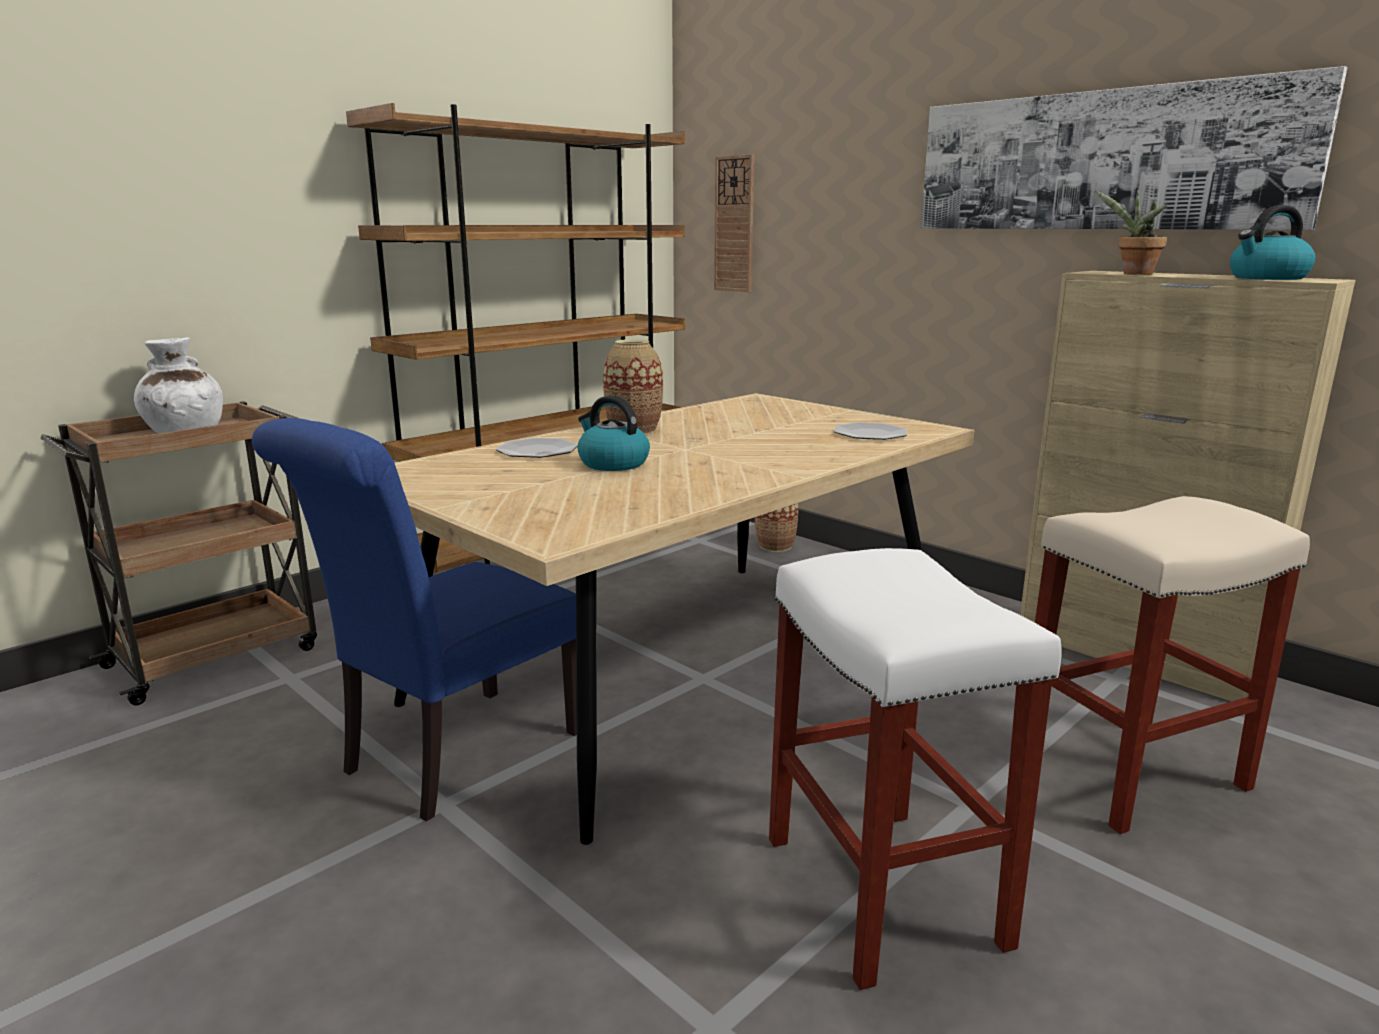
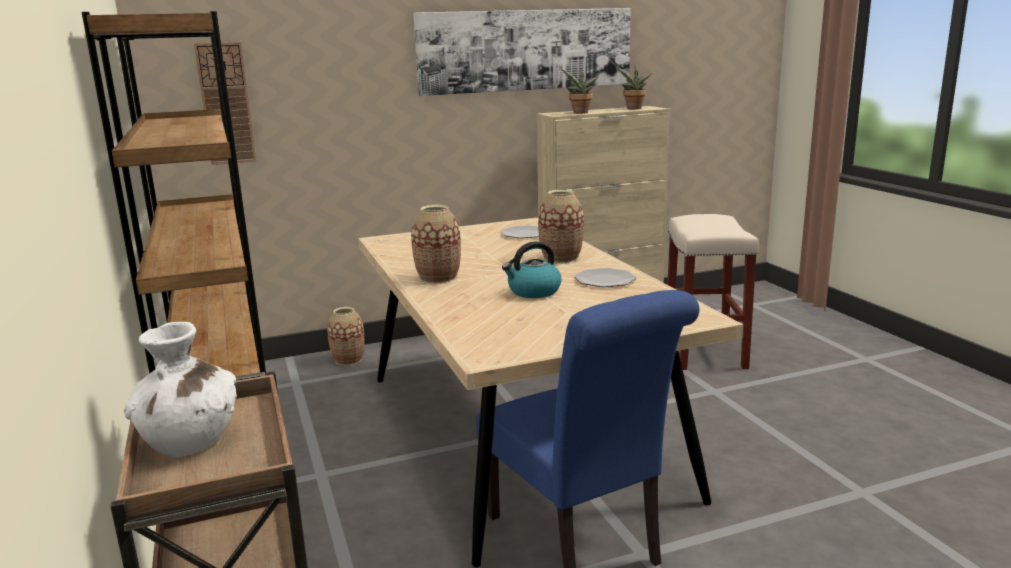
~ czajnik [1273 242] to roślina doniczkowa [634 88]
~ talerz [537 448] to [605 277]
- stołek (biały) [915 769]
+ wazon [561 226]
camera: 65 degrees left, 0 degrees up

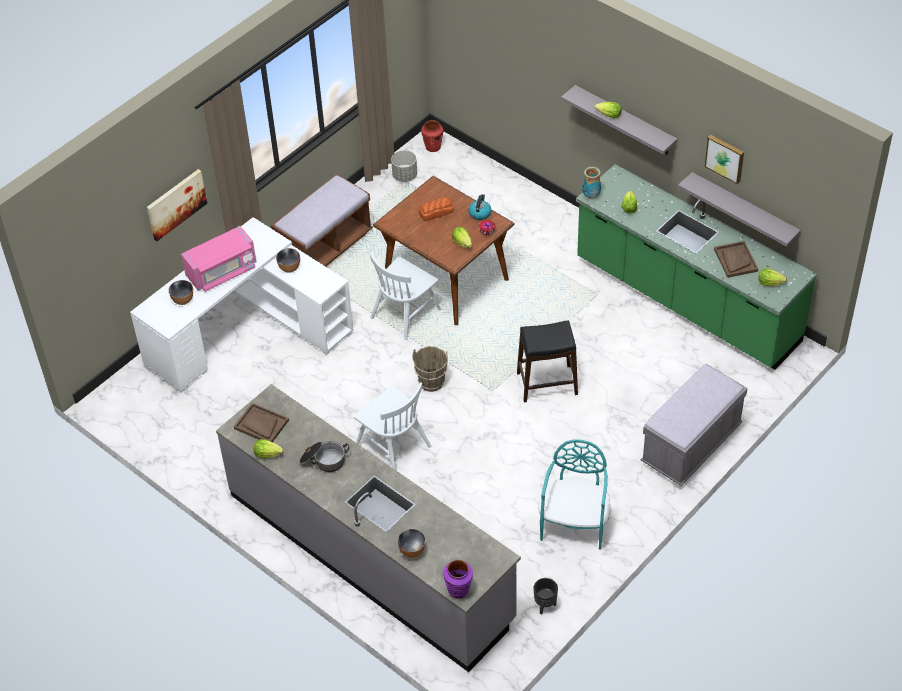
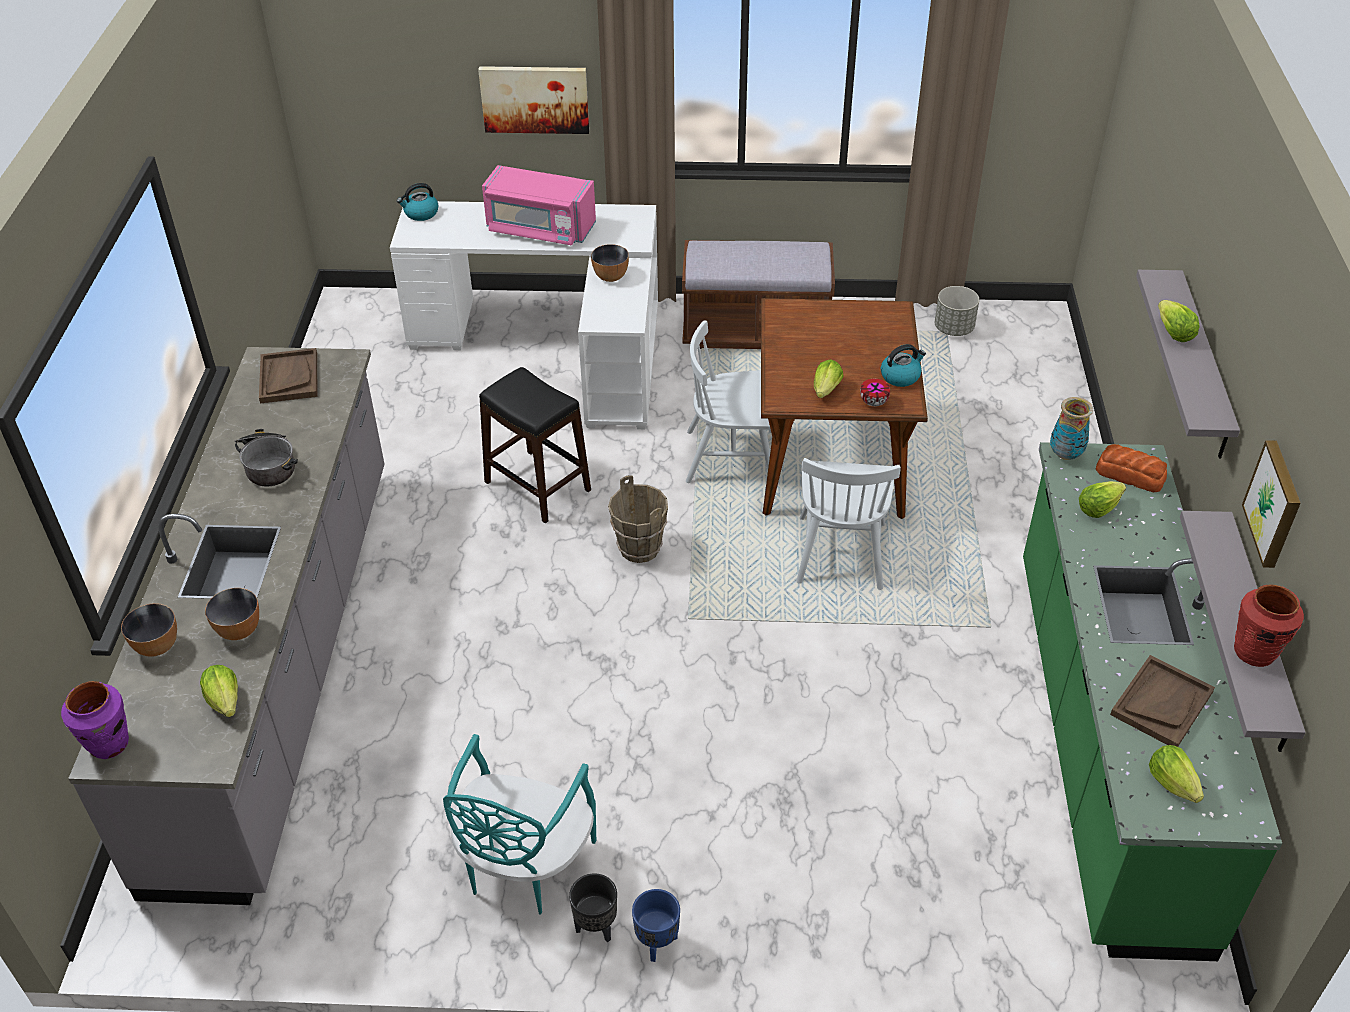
~ wazon (czerwony) [432 136] to [1269 626]
~ chleb [436 209] to [1131 468]
~ miska [181 292] to [232 614]
~ stołek (czarny) [547 362] to [535 445]
- ławka (szary) [694 425]
~ krzesło (biały) [392 426] to [848 524]
~ sałata [269 448] to [219 691]
~ krzesło (turkusowy) [574 494] = [519 824] 135 degrees clockwise
~ donica (czarny) [546 596] to [593 908]
+ czajnik [418 202]
+ donica (niebieski) [656 925]
camera: 50 degrees right, 5 degrees down

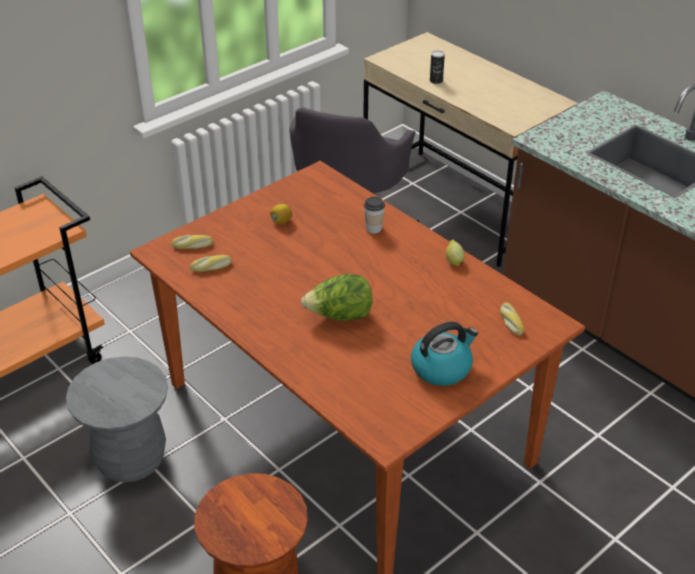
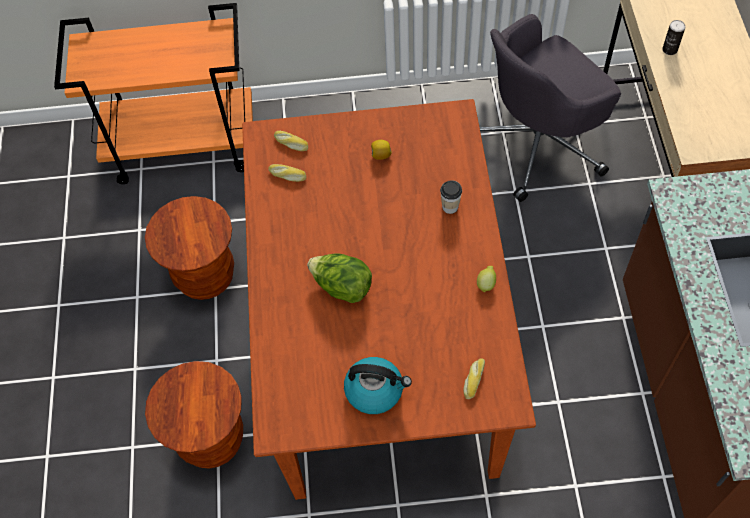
~ stołek (szary) [117 419] to stołek (brązowy) [189 248]
camera: 40 degrees right, 20 degrees up

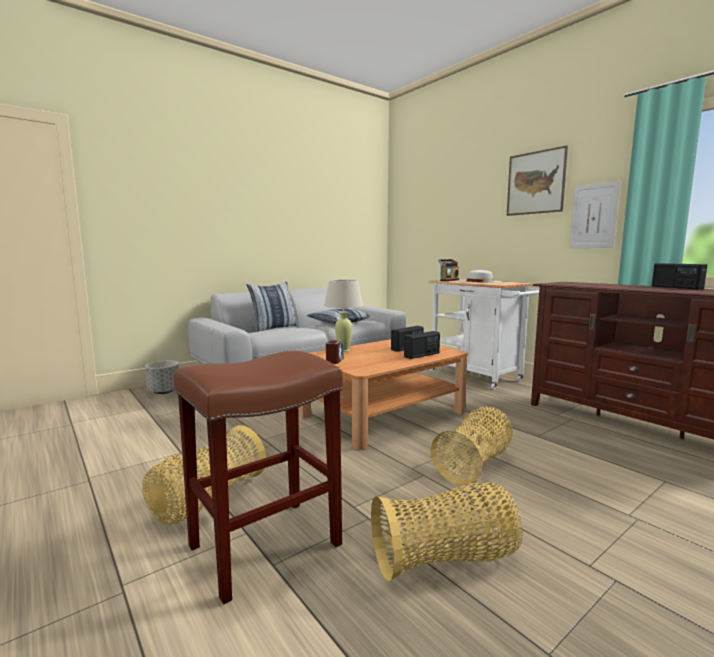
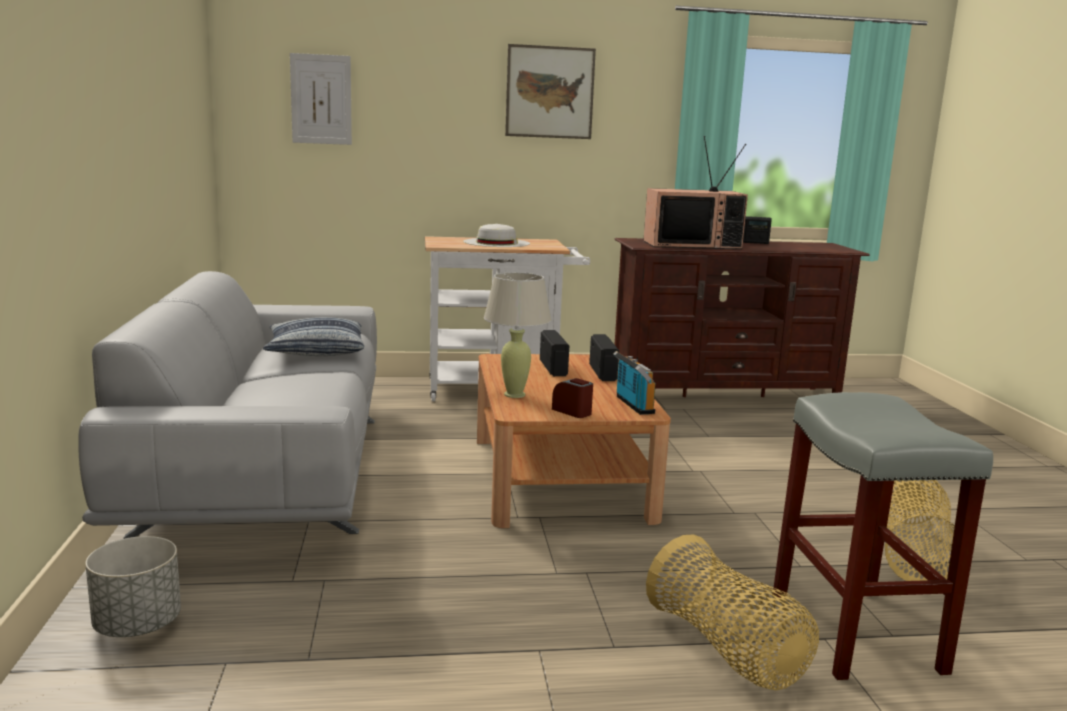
~ obraz [595 214] to [321 99]
~ radio [448 270] to [634 383]
- poduszka [271 307]
~ stołek (brązowy) [258 477] to stołek (szary) [883 536]
- koszyk [472 446]
+ telewizor [696 192]
camera: 60 degrees left, 5 degrees up

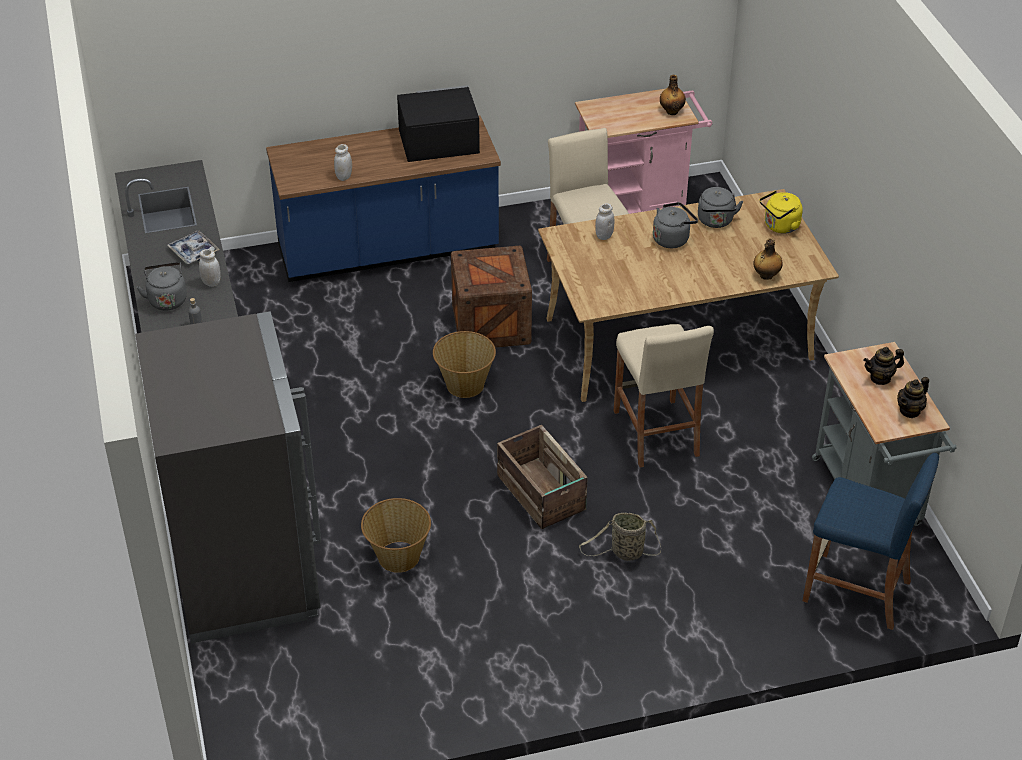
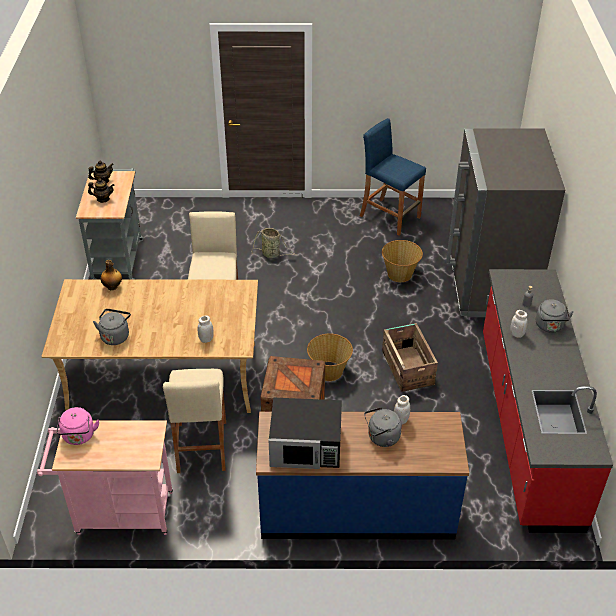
~ butelka [673 95] to czajnik (różowy) [78 426]
- czajnik (żółty) [781 212]
~ czajnik (szary) [675 225] to [383 427]
- taca [193 247]
~ skrzynka [542 477] to [410 357]
~ stołek (niebieski) [871 541] to [393 176]
camera: 165 degrees left, 0 degrees up

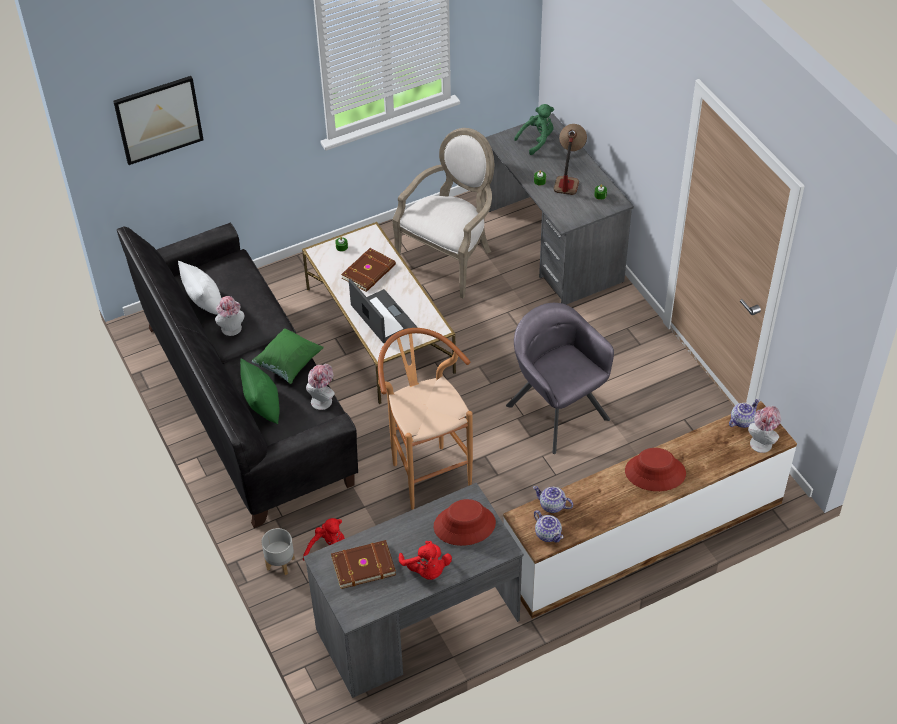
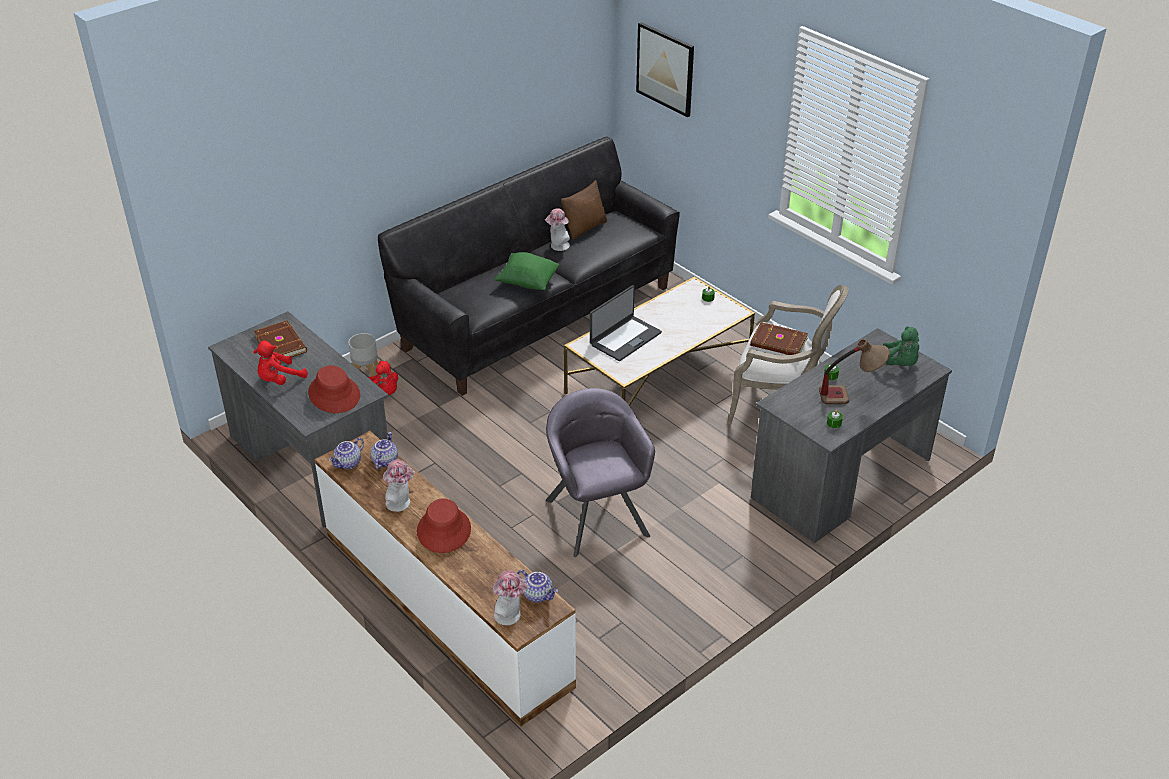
~ książka (brązowy) [368 270] to [779 338]
~ poduszka (biały) [199 288] to poduszka (brązowy) [584 209]
~ fotel (szary) [560 378] = [600 472] 60 degrees counterclockwise
- stołek (brązowy) [425 419]
- poduszka (zielony) [260 391]
~ kapelusz [320 387] to [399 485]
camera: 75 degrees right, 10 degrees down

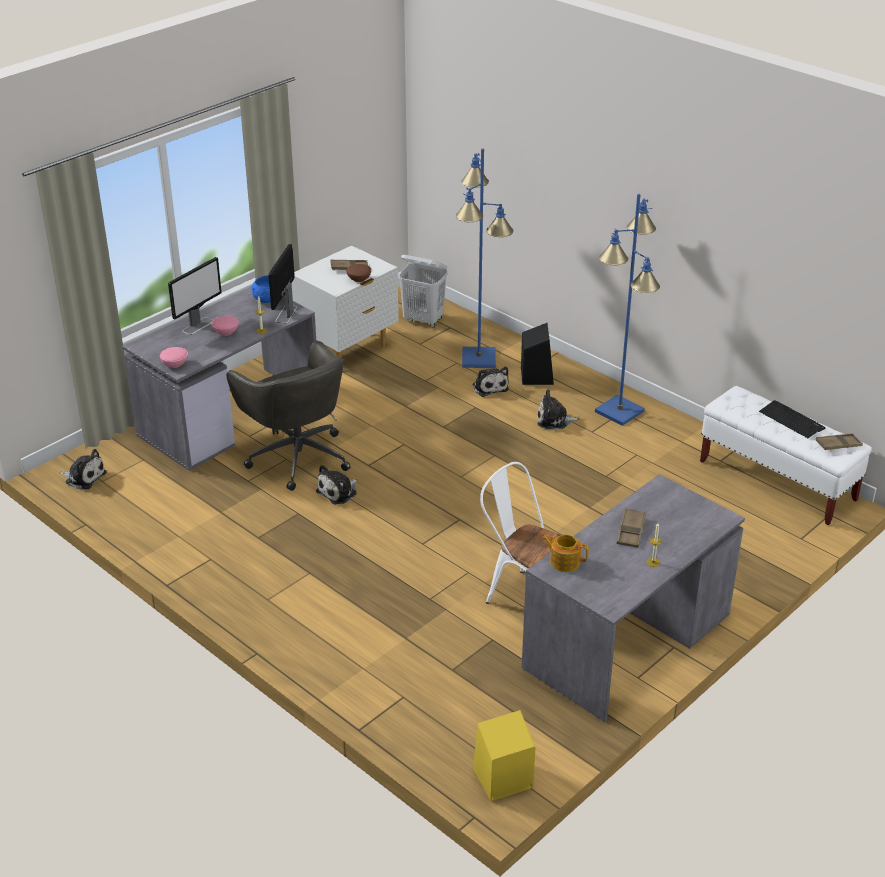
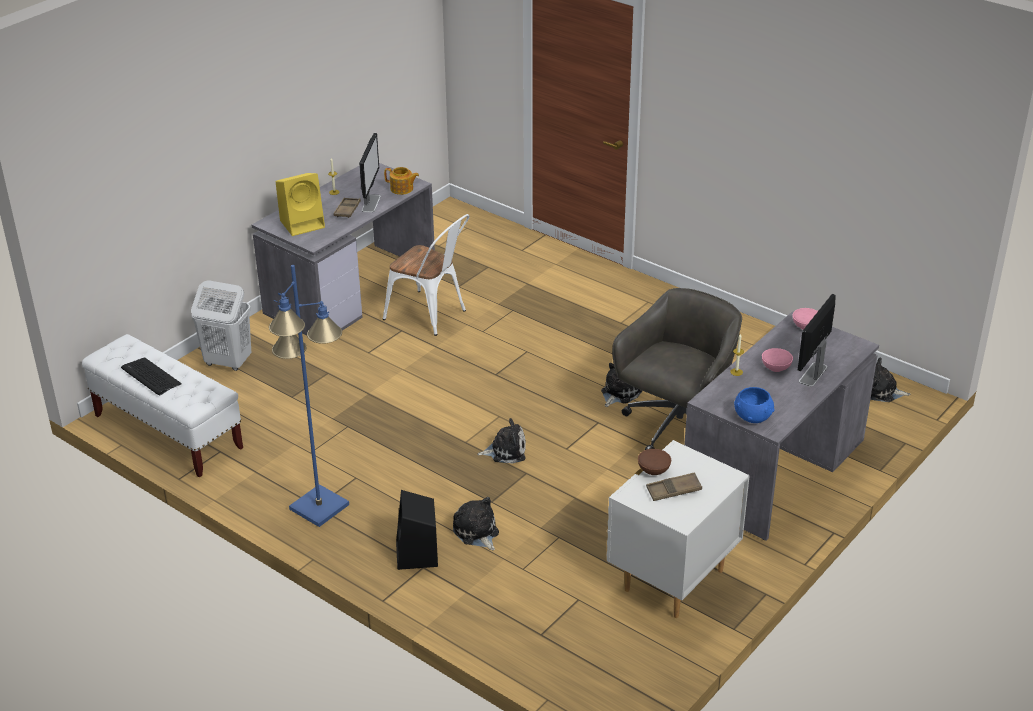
- lampa stojąca (niebieski) [485 258]
~ monitor [282 284] to [370 173]
~ kosz na pranie (biały) [423 291] to [221 325]
~ krzesło biurowe (szary) [289 416] = [677 369] 75 degrees clockwise
~ pluszak [558 409] to [501 441]
- taca (brązowy) [839 441]
~ głośnik (żółty) [504 755] to [300 204]
camera: 175 degrees right, 0 degrees up

